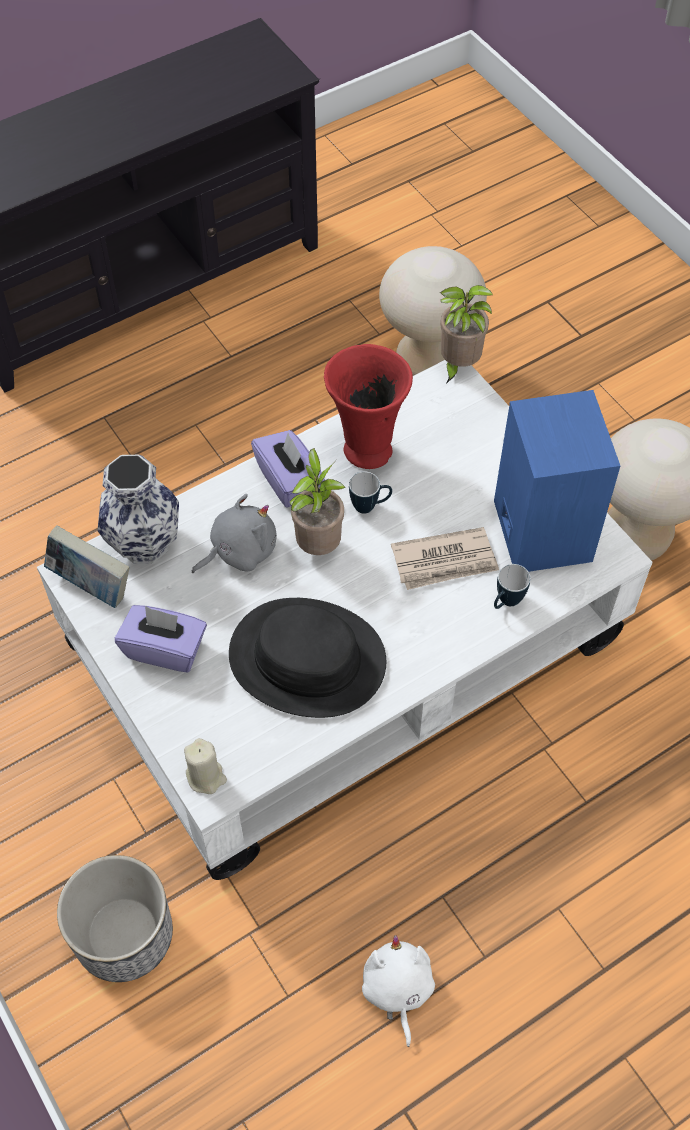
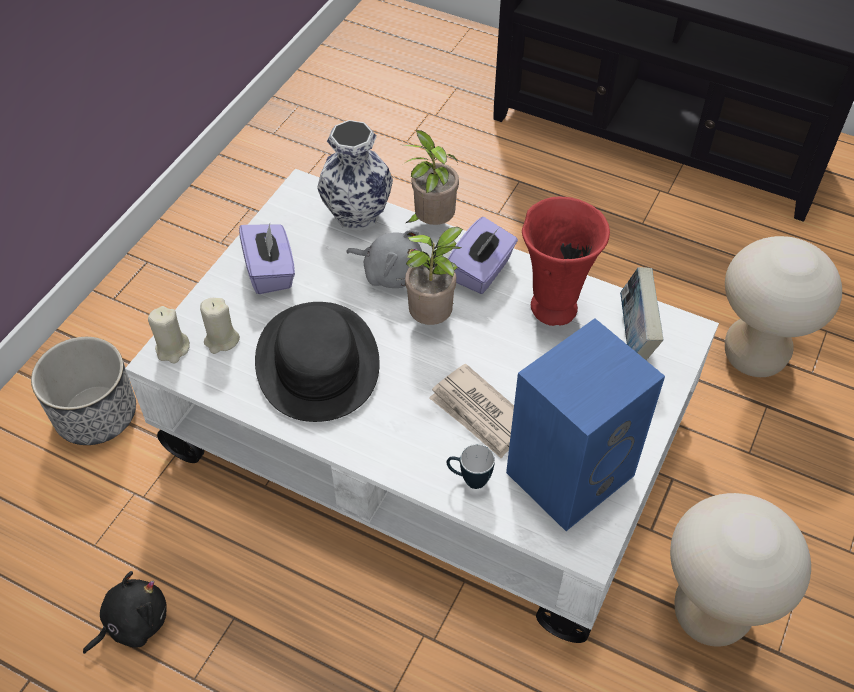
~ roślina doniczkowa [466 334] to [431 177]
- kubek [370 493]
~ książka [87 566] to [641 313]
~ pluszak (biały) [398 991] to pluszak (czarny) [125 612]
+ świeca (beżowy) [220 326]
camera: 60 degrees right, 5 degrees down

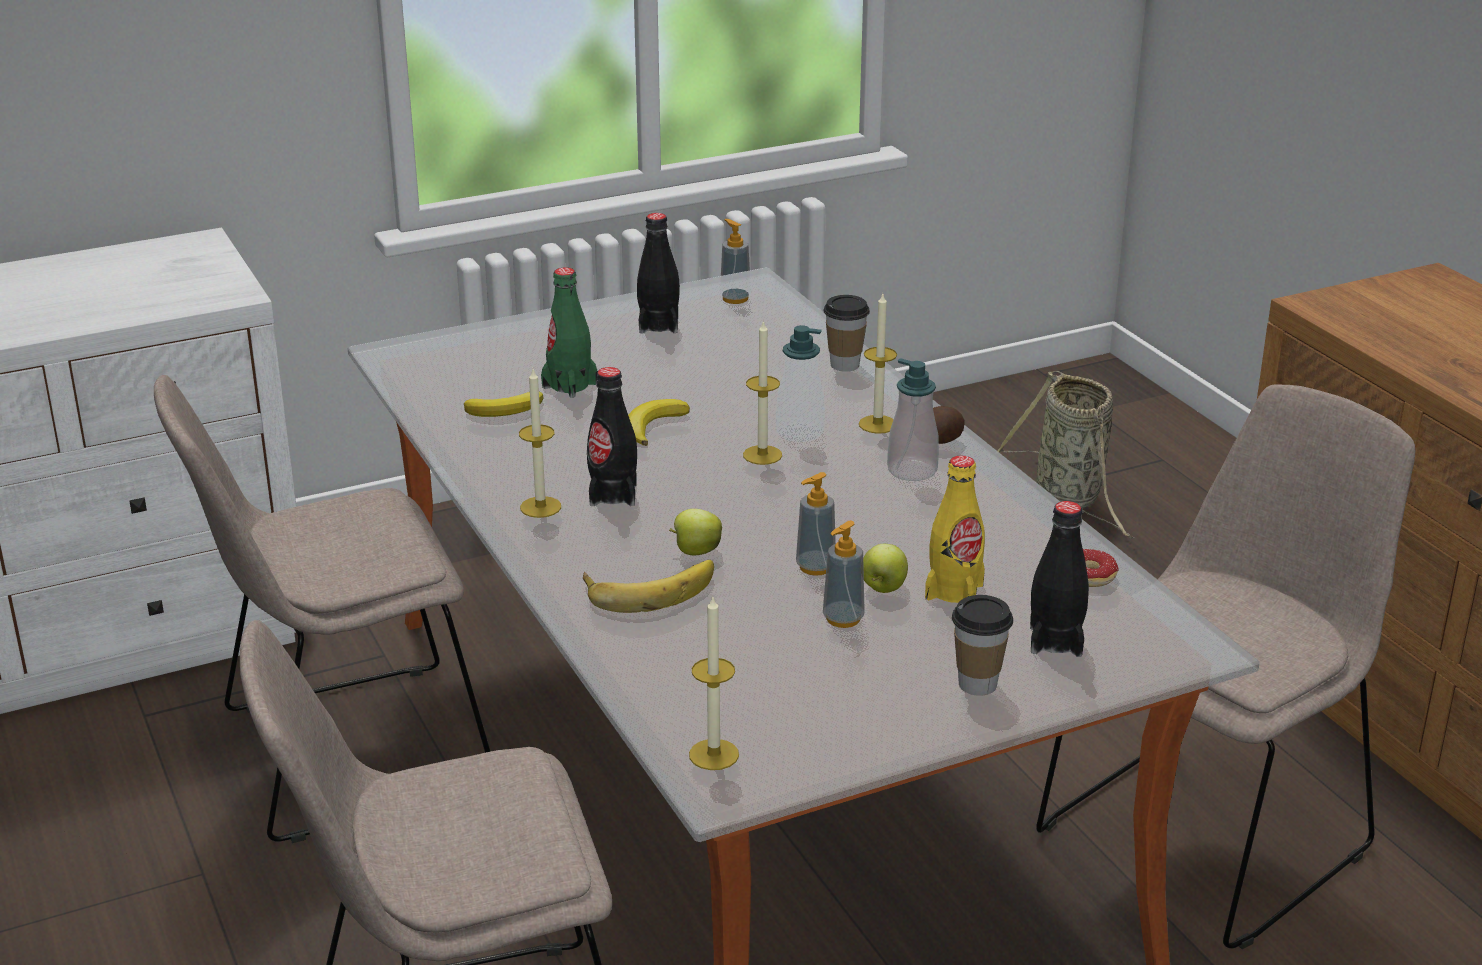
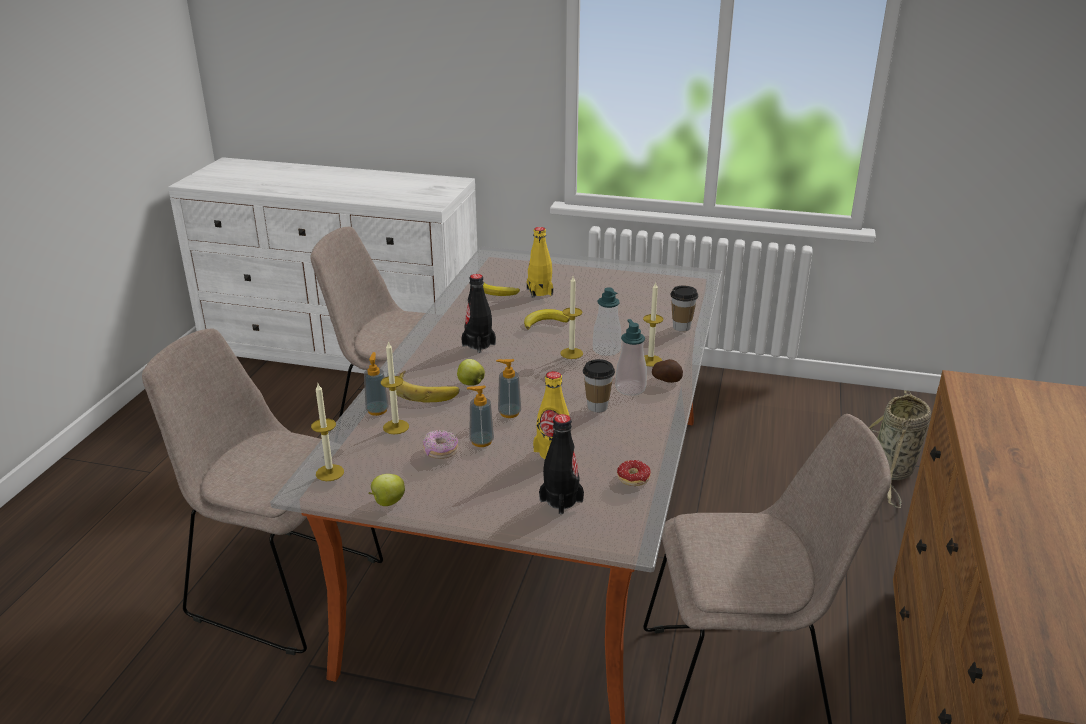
- butelka (czarny) [658 273]
~ dozownik mydła [735 261] to [376 384]
~ butelka (zielony) [569 332] to butelka (żółty) [540 262]
~ świeca [540 443] to [395 387]
~ jabłko [885 568] to [387 490]
~ filiżanka [982 645] to [599 385]
+ donut [440 444]
camera: 40 degrees right, 0 degrees up

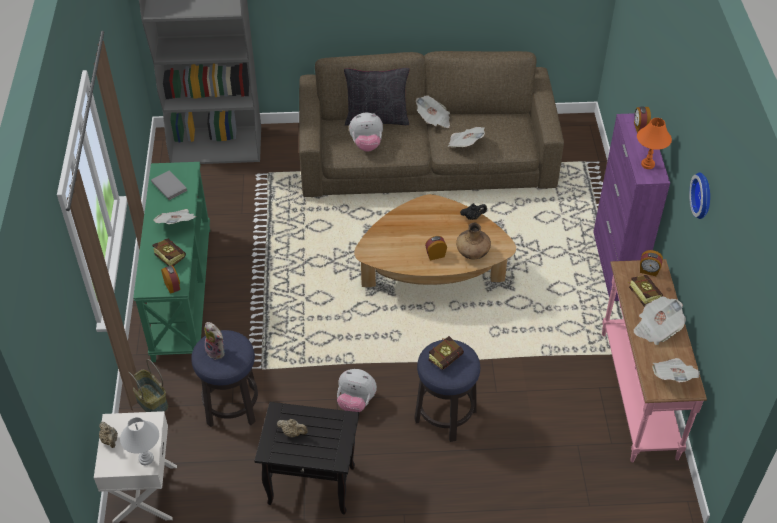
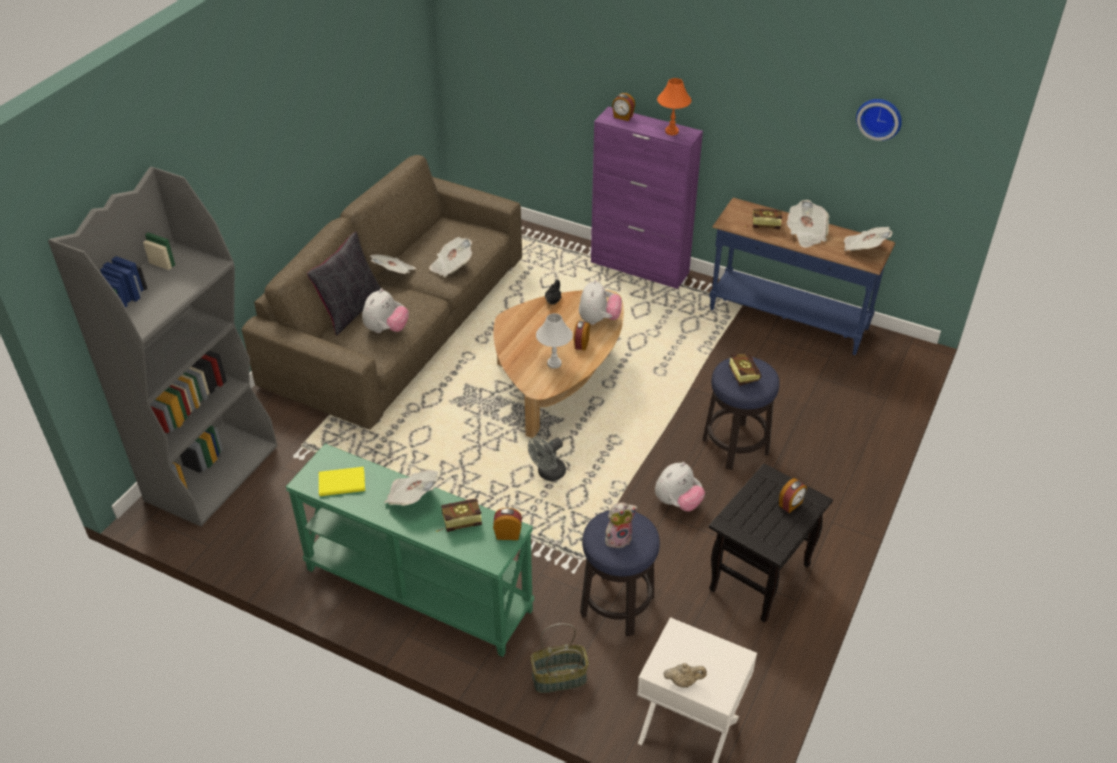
~ książka (szary) [169 185] to książka (żółty) [342 481]
~ zegar ścienny [699 195] to [879 120]
~ wazon (brązowy) [473 241] to pluszak [600 302]
~ budzik [651 263] to [793 495]
~ stolik konsolowy (różowy) [654 360] to stolik konsolowy (niebieski) [802 276]
~ lampa stołowa (biały) [139 441] to [554 341]
- imbryk (beżowy) [292 428]
+ wentylator (szary) [547 459]
camera: 60 degrees left, 5 degrees down

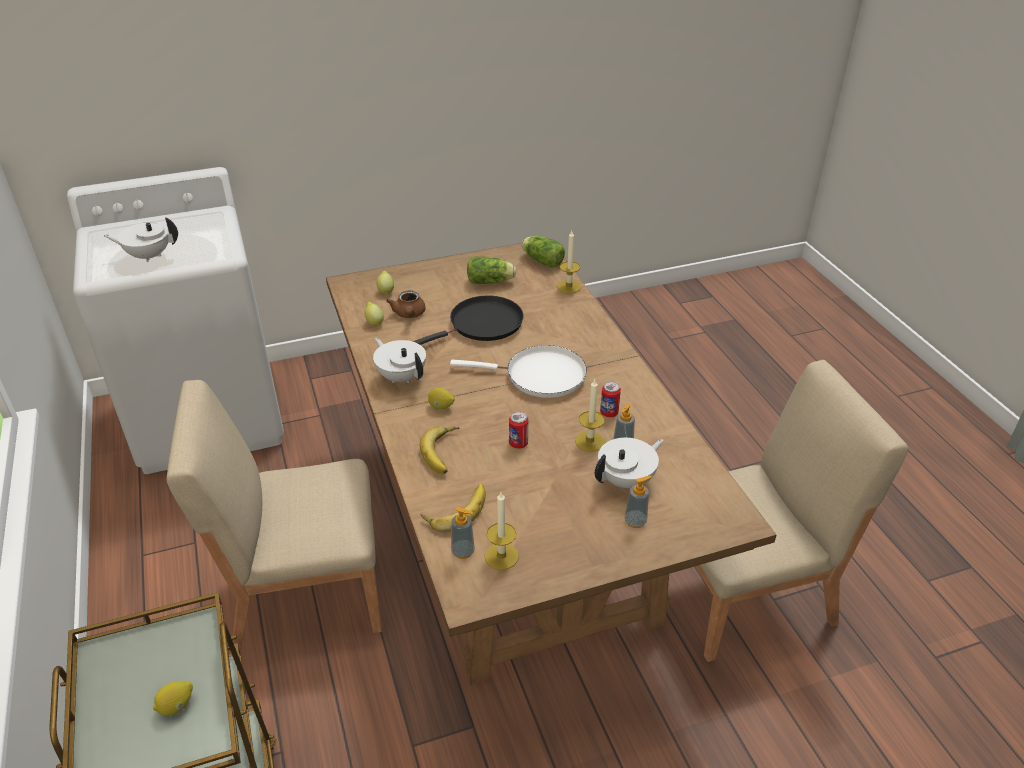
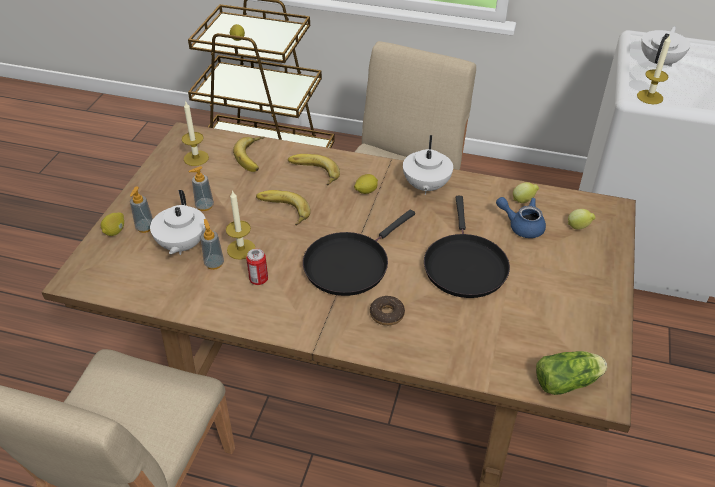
~ świeca [569 262] to [654 69]
- sałata [491 270]
~ imbryk (brązowy) [405 304] to imbryk (niebieski) [521 217]
~ imbryk (biały) [399 360] = [428 165] 105 degrees clockwise
~ patelnia (biały) [518 371] to patelnia (czarny) [359 253]
~ puszka [518 430] to banan [283 207]
~ dozownik mydła [463 533] to [201 188]
+ cytryna [112 224]
+ donut [387 311]
camera: 125 degrees right, 5 degrees up

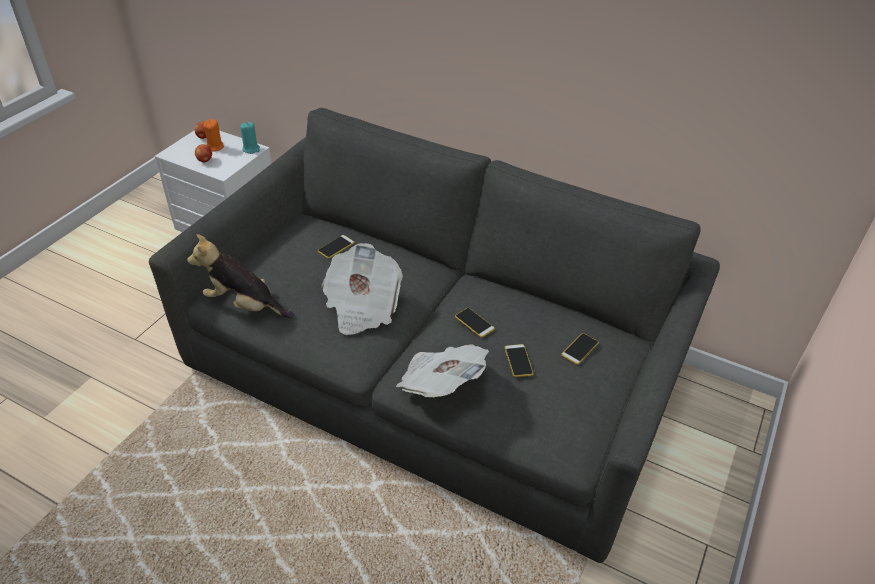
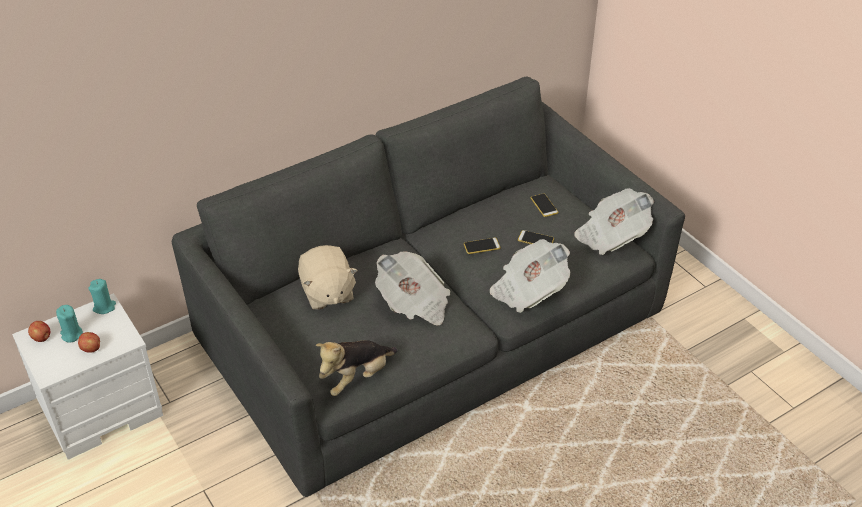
~ świeca (pomarańczowy) [213 135] to świeca (turkusowy) [69 323]
~ telefon [335 247] to pluszak (beżowy) [328 277]
+ gazeta [614 221]
camera: 60 degrees left, 0 degrees up

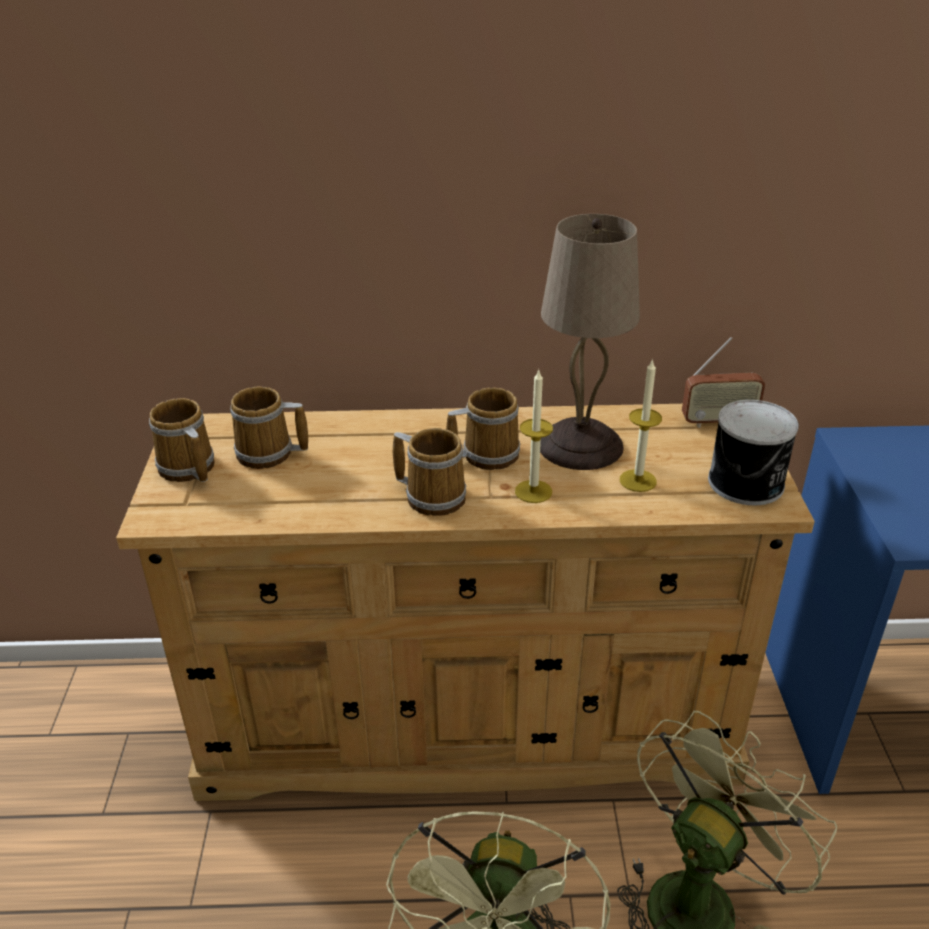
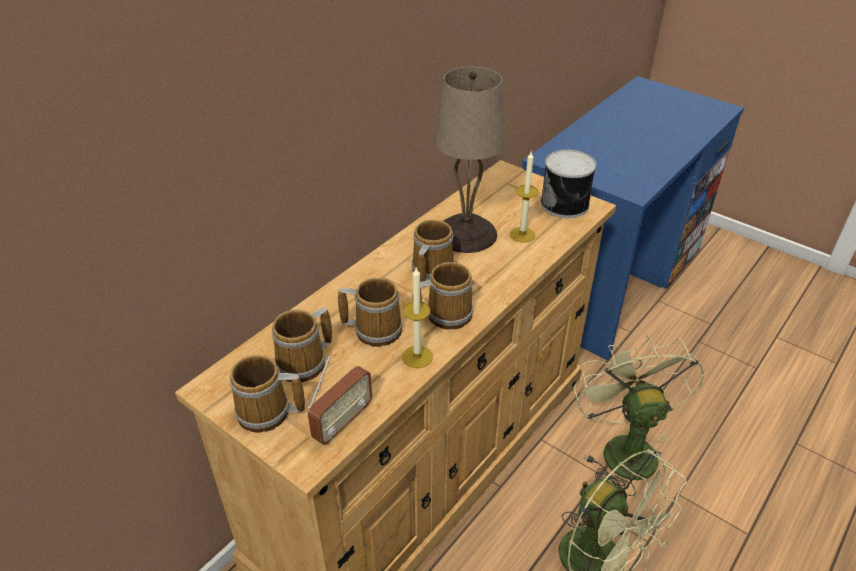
~ radio [723 382] to [340 400]
~ świeca [534 436] to [417 318]
+ kubek [370 312]
camera: 50 degrees left, 5 degrees up

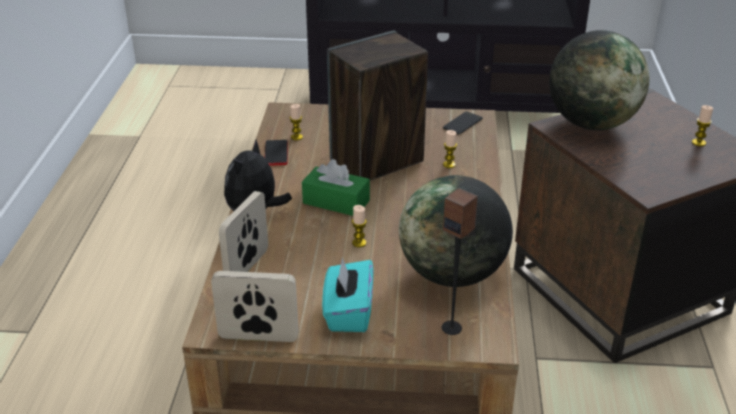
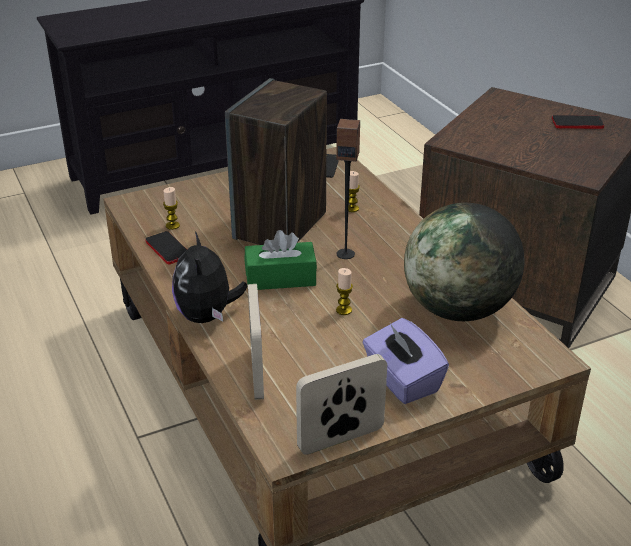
- globus [599 80]
~ świeca [702 125] to telefon [578 122]
~ głośnik [460 261] to [348 189]
~ pudełko chusteczek (turkusowy) [348 295] to pudełko chusteczek (fioletowy) [405 361]
camera: 30 degrees left, 0 degrees up

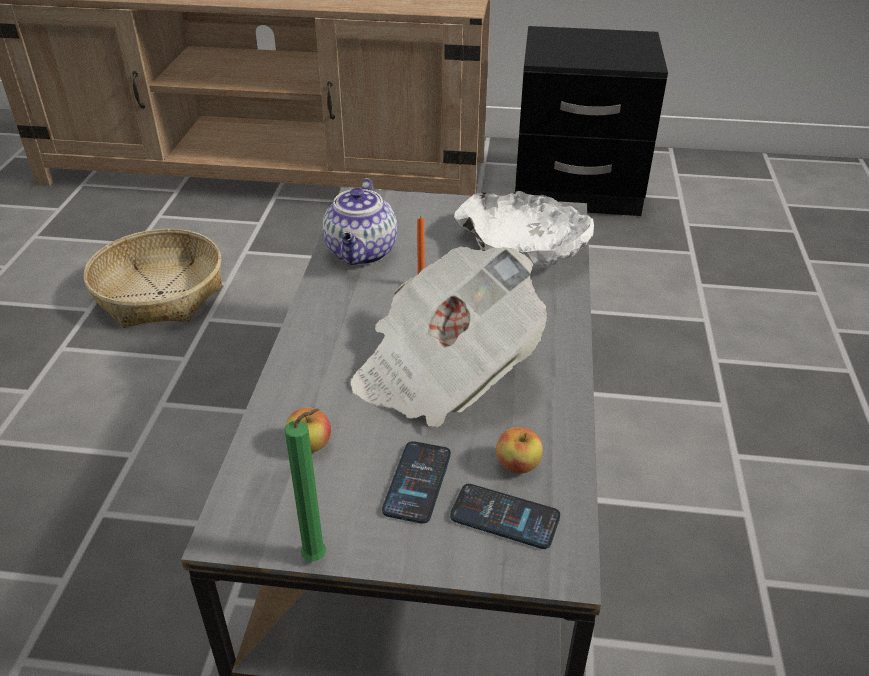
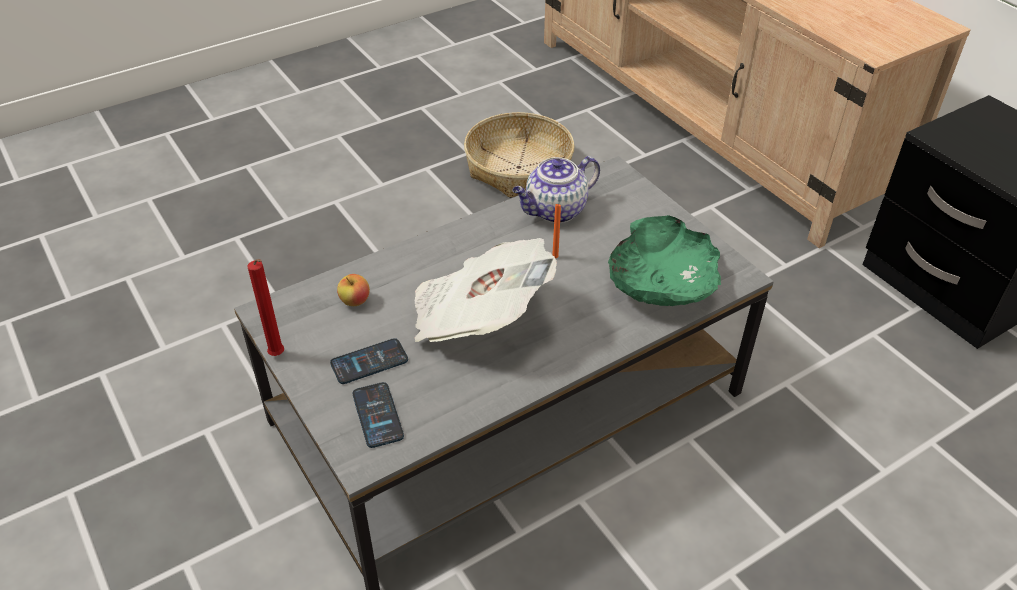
~ miska (biały) [524 230] to miska (zielony) [664 260]
~ świeca (zielony) [305 485] to świeca (czerwony) [265 307]
- jabłko [519 450]
camera: 50 degrees right, 5 degrees up

